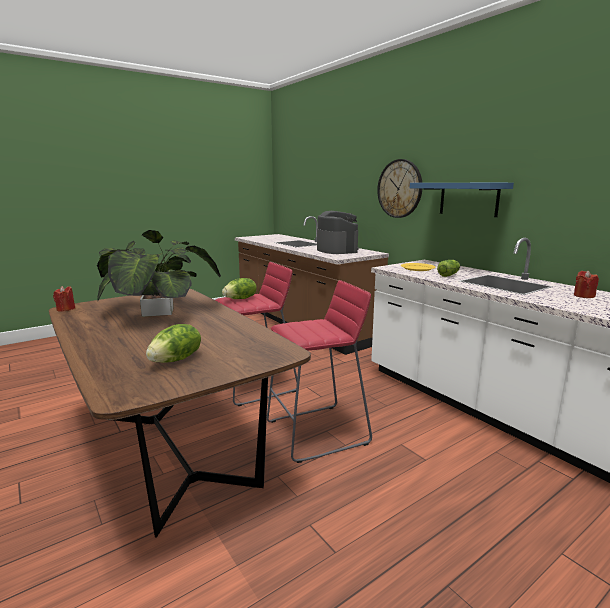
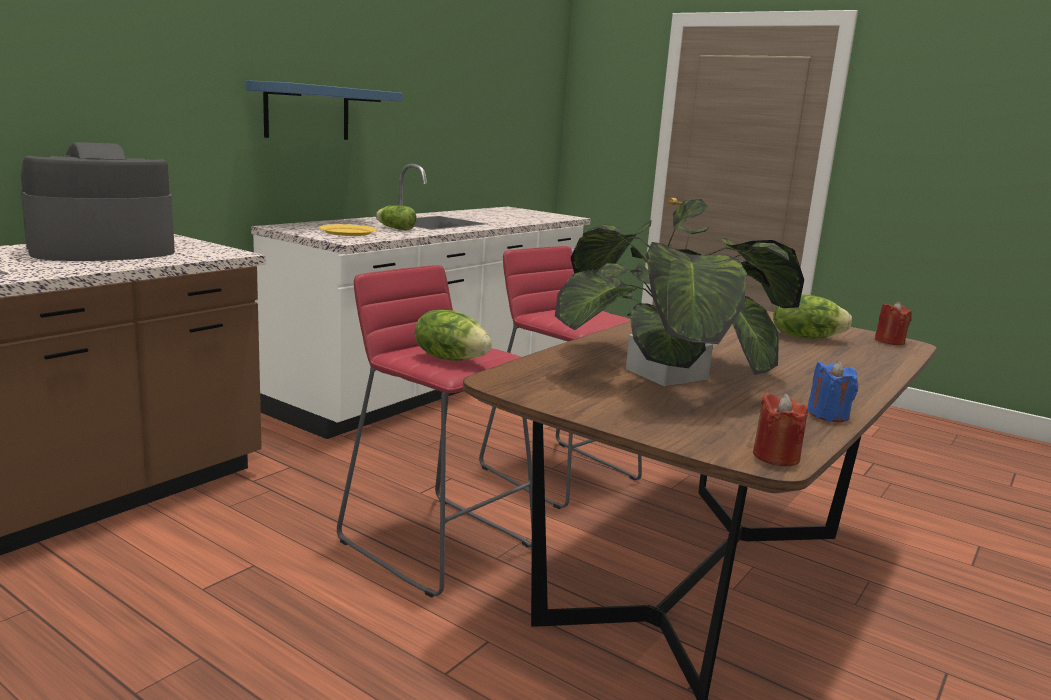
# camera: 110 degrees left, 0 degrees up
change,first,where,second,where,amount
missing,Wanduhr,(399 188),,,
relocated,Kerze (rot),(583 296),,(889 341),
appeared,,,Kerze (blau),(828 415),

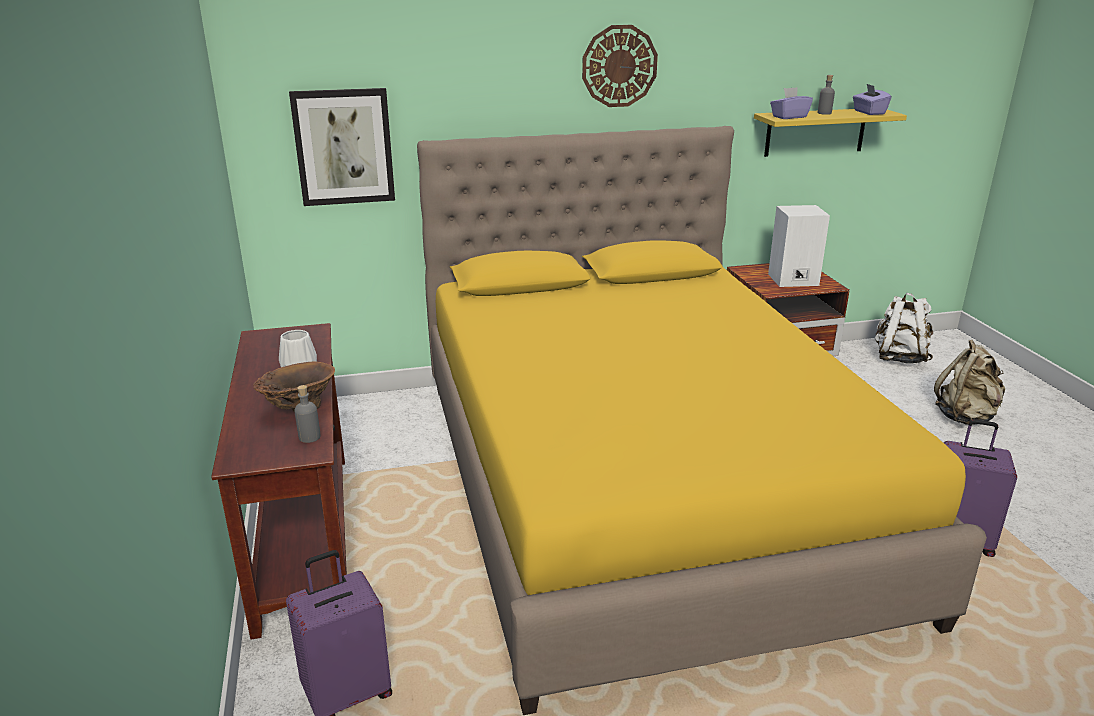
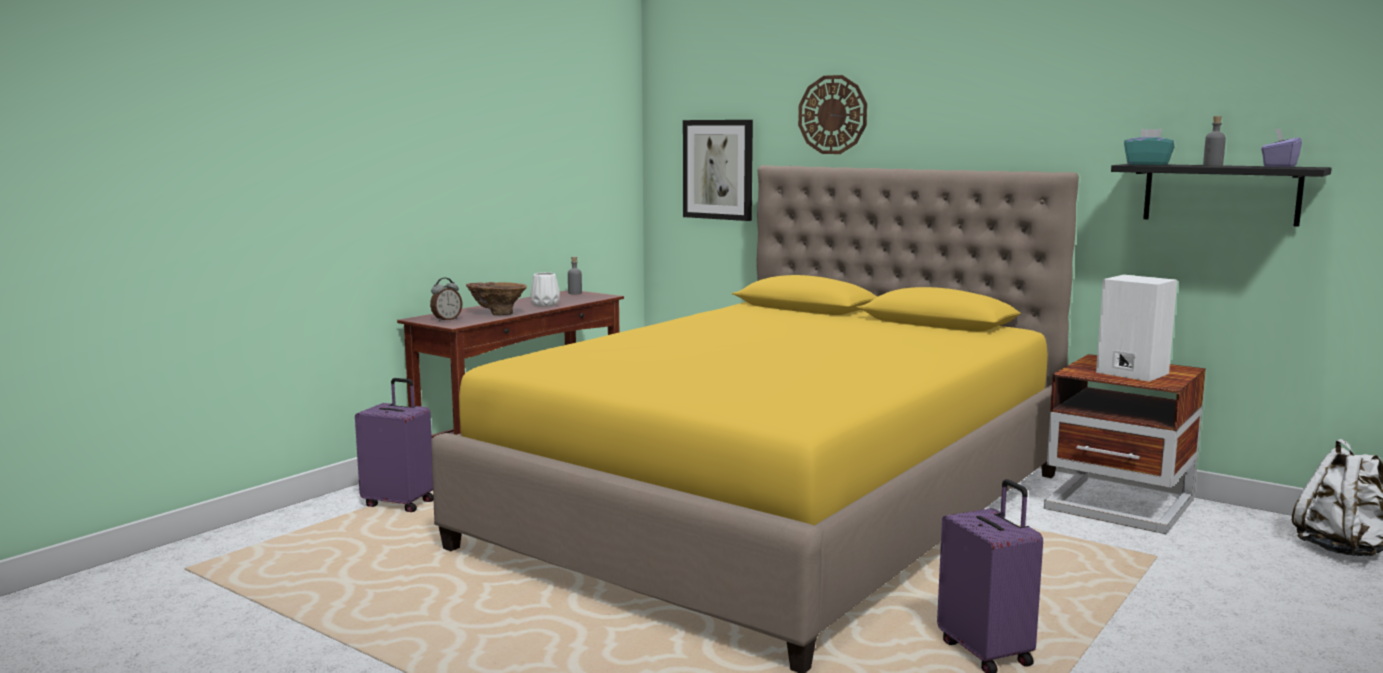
# camera: 50 degrees right, 15 degrees down
change,first,where,second,where,amount
relocated,Wanduhr,(619 66),,(832 115),
colour,Taschentuchbox (lila),(789 117),Taschentuchbox (türkis),(1147 164),
colour,Wandregal (gelb),(815 132),Wandregal (schwarz),(1221 194),
missing,Rucksack (beige),(965 417),,,
relocated,Flasche (grau),(309 437),,(575 293),
appeared,,,Wecker,(446 320),

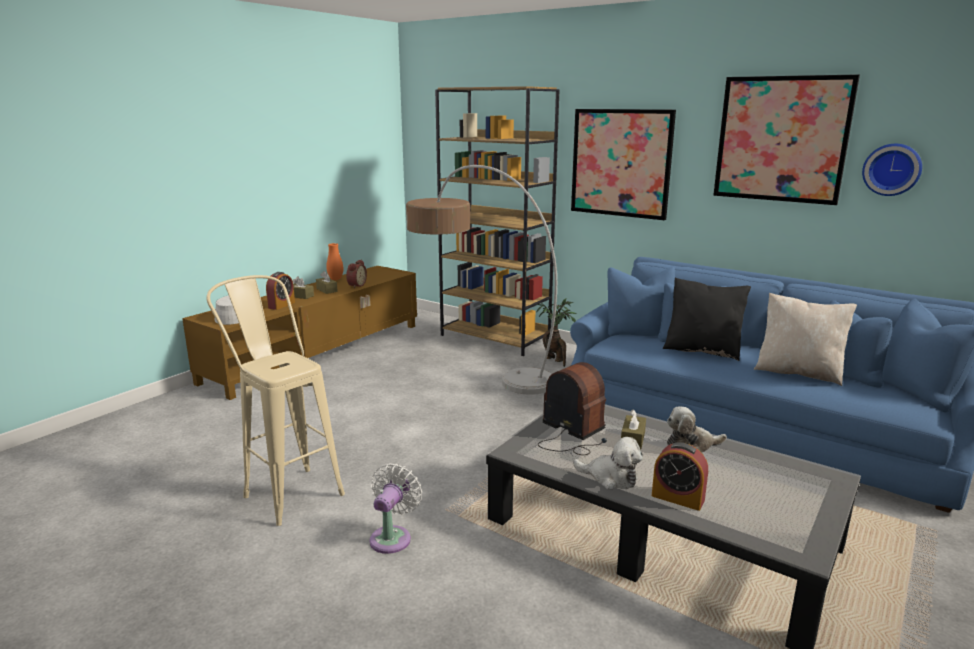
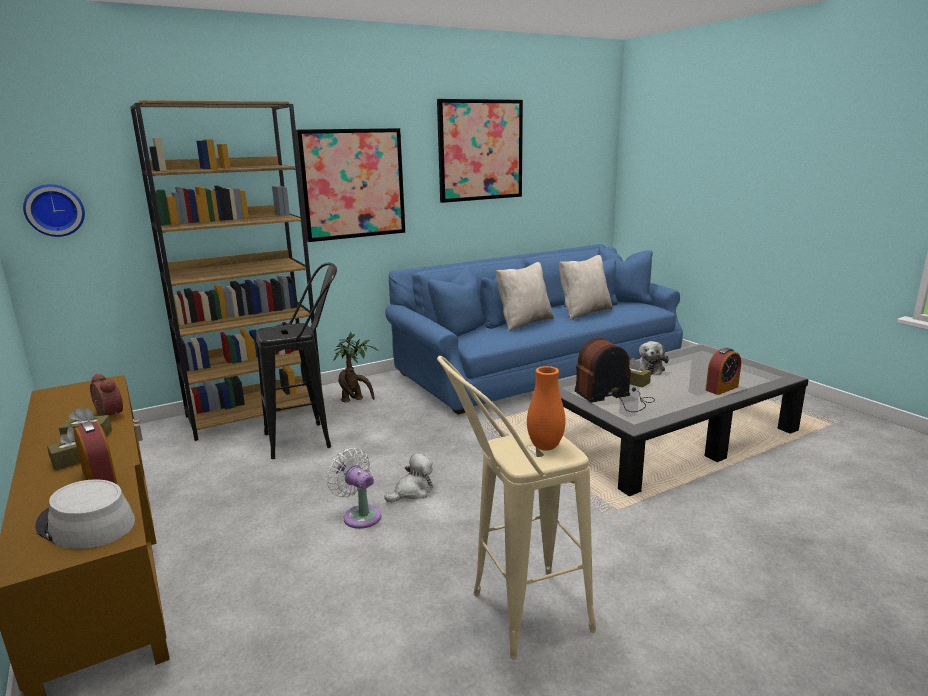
# camera: 65 degrees left, 0 degrees up
change,first,where,second,where,amount
relocated,Wanduhr,(892 169),,(54 210),
exchanged,Stehlampe,(475 364),Hocker (schwarz),(309 438),
relocated,Vase (orange),(335 279),,(545 447),
colour,Kissen (schwarz),(702 350),Kissen (beige),(524 322),
relocated,Plüschtier,(610 477),,(412 492),
relocated,Ventilator (weiß),(392 537),,(359 515),

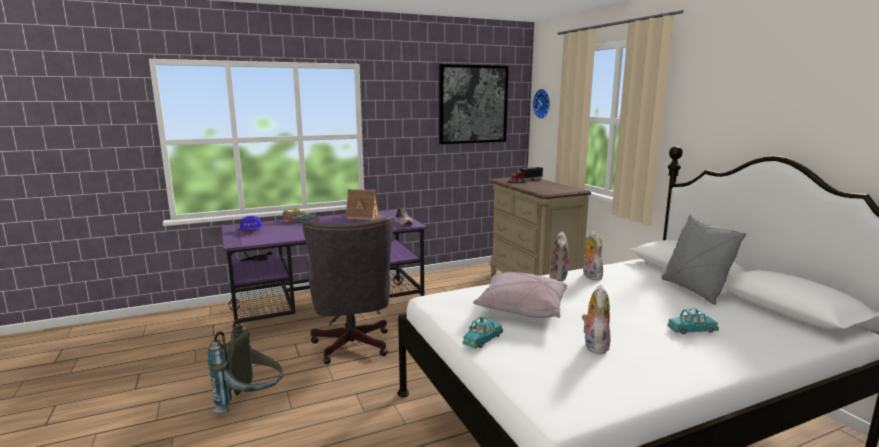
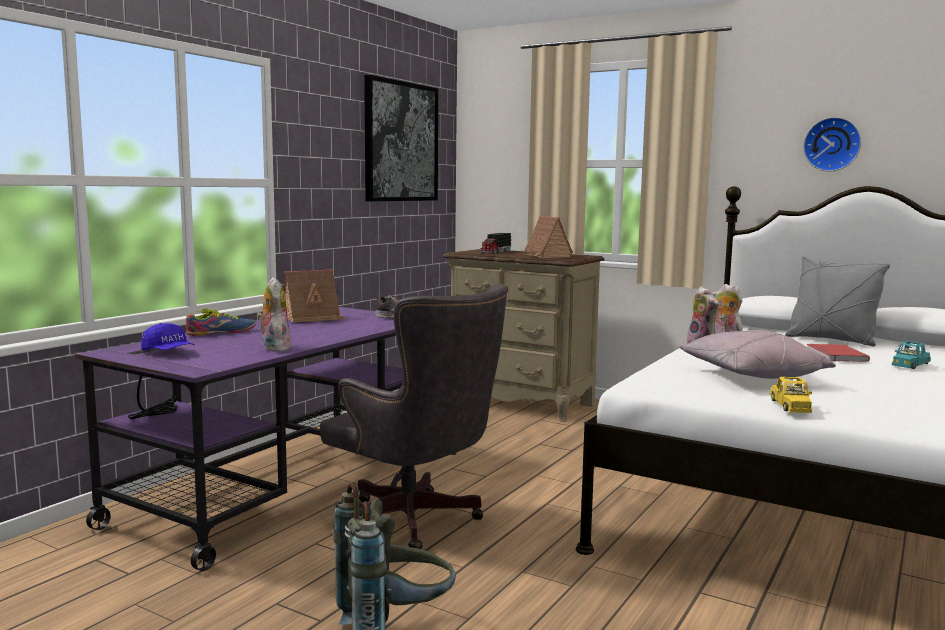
# camera: 35 degrees left, 5 degrees down
change,first,where,second,where,amount
relocated,Wanduhr,(543 104),,(832 144),
relocated,Plüschtier,(594 345),,(274 348),
colour,Spielzeugauto (türkis),(482 339),Spielzeugauto (gelb),(790 406),
appeared,,,Spielzeughaus,(546 256),
appeared,,,Buch (rot),(834 355),

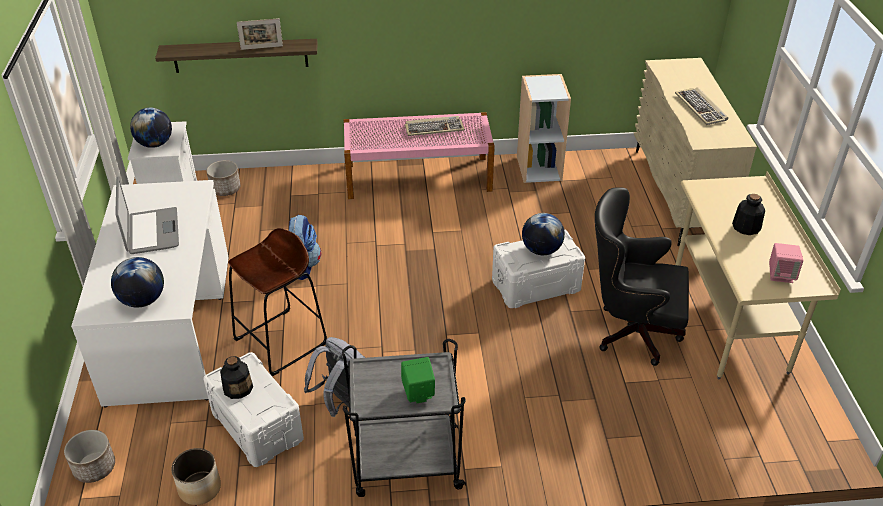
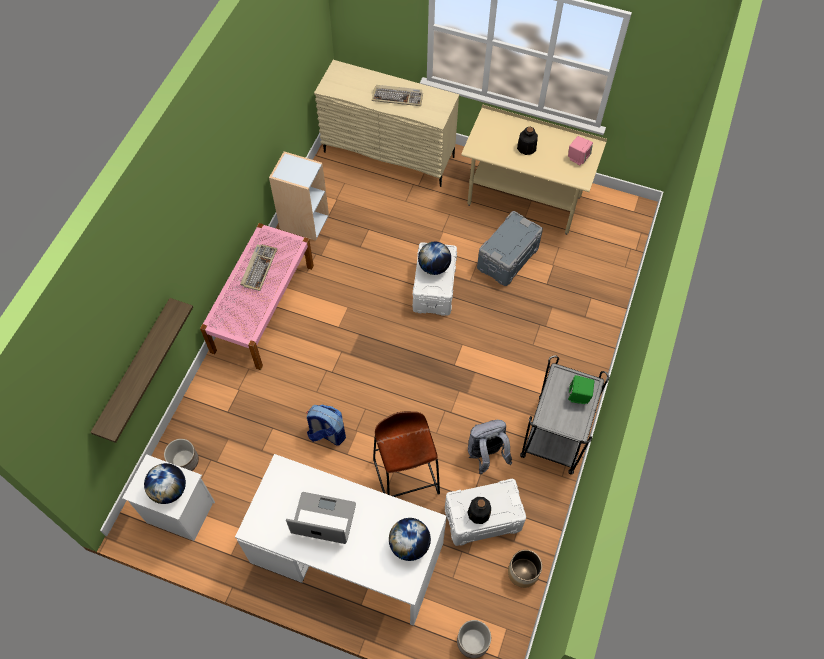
# camera: 65 degrees left, 20 degrees up
change,first,where,second,where,amount
missing,Bilderrahmen,(262 47),,,
exchanged,Bürostuhl (schwarz),(630 333),Aufbewahrungsbox (grau),(507 258),

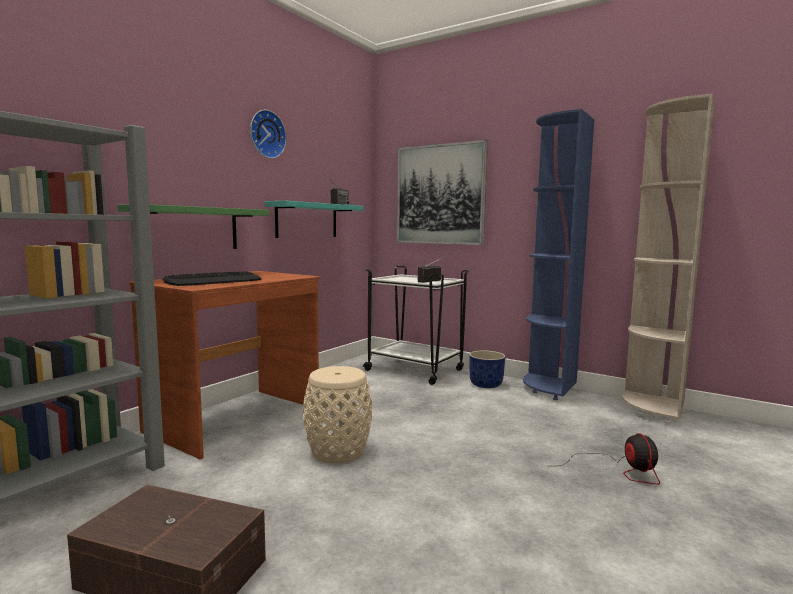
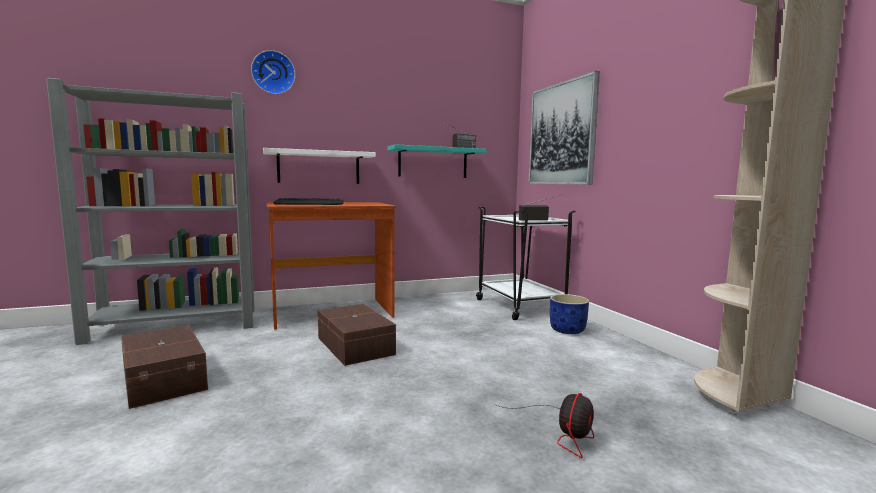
# camera: 35 degrees right, 0 degrees up
change,first,where,second,where,amount
relocated,Wanduhr,(266 134),,(273 73),
missing,Bücherregal (blau),(546 391),,,
colour,Wandregal (grün),(190 229),Wandregal (weiß),(319 167),
exchanged,Hocker (beige),(338 452),Aufbewahrungsbox (braun),(354 346),

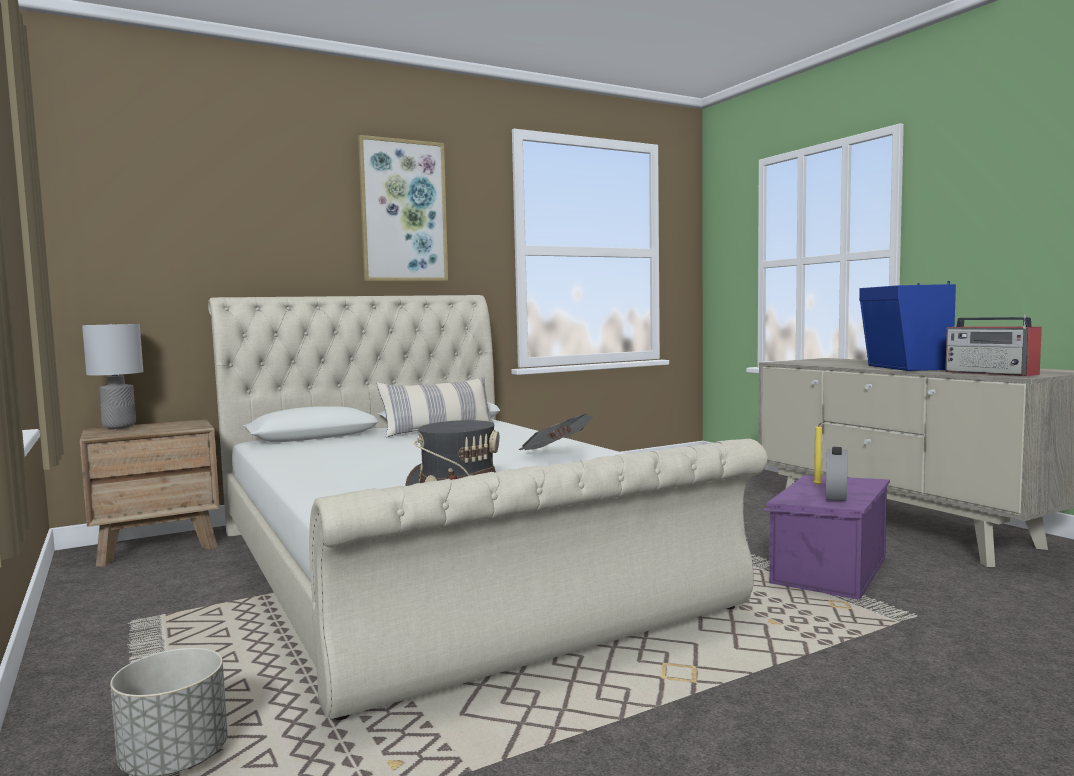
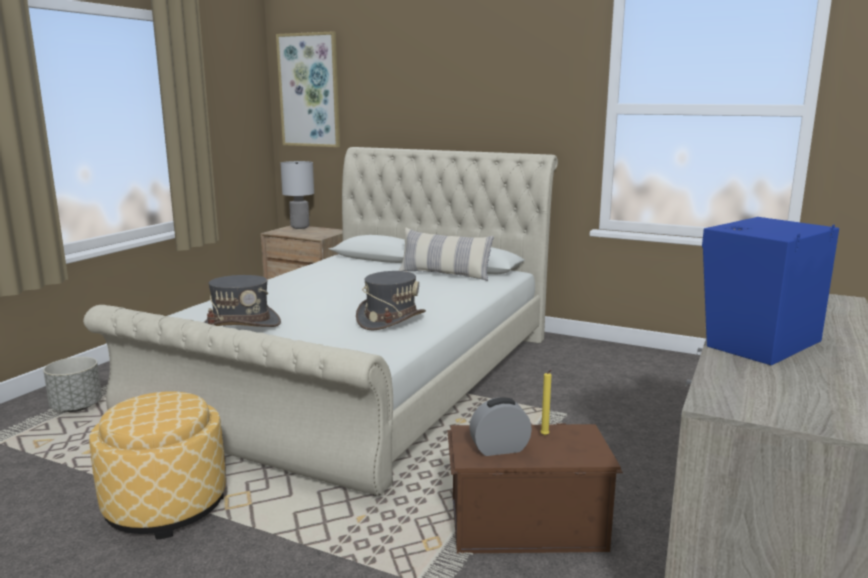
# camera: 55 degrees right, 10 degrees up
change,first,where,second,where,amount
relocated,Bild,(403 211),,(309 90),
missing,Radio,(991 373),,,
exchanged,Zeitung,(555 453),Hut (grau),(391 319),
colour,Aufbewahrungsbox (lila),(827 570),Aufbewahrungsbox (braun),(525 523),
appeared,,,Polsterhocker,(166 506),

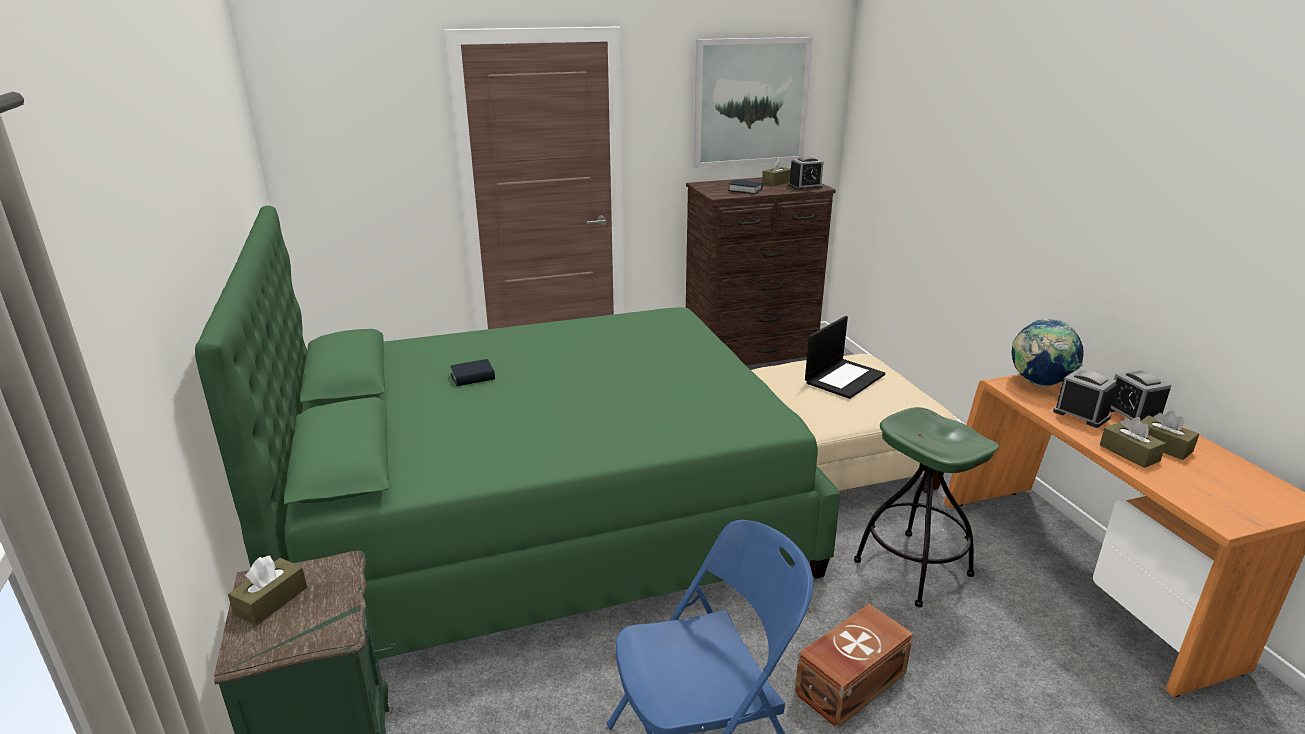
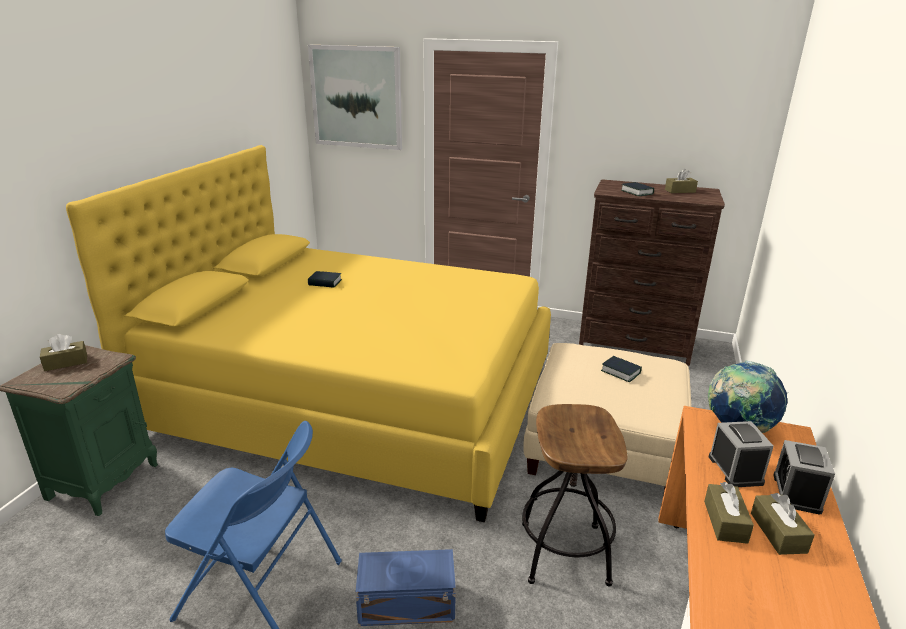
# camera: 35 degrees right, 0 degrees up
change,first,where,second,where,amount
relocated,Bild,(751 102),,(356 97),
missing,Wecker,(805 186),,,
colour,Bett (grün),(543 516),Bett (gelb),(356 398),
exchanged,Laptop,(844 378),Buch,(620 372),
colour,Hocker (grün),(912 567),Hocker (braun),(564 552),
colour,Aufbewahrungsbox (braun),(848 682),Aufbewahrungsbox (blau),(405 602),

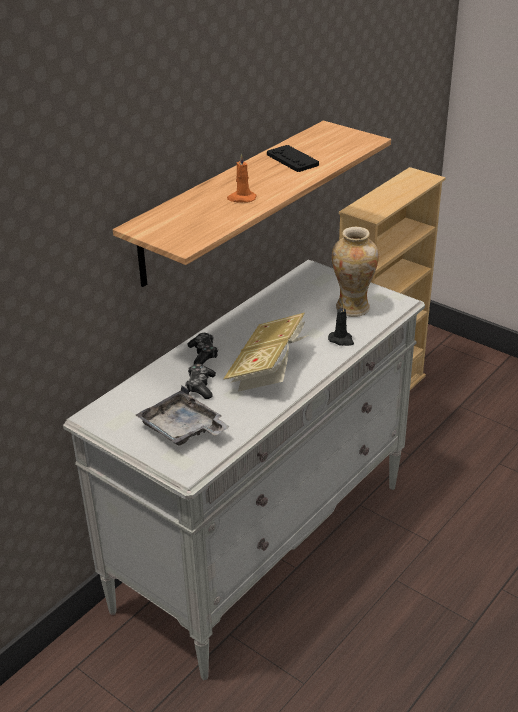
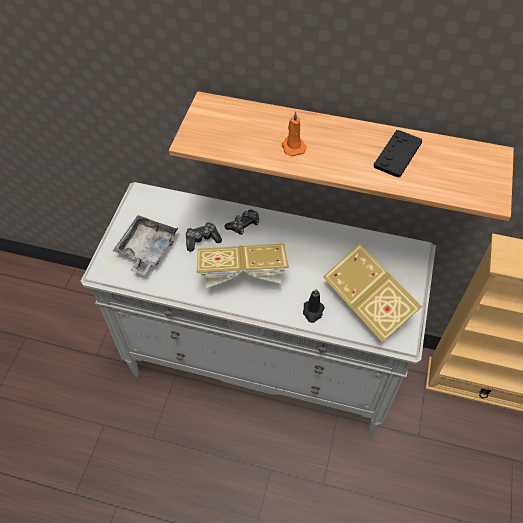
# camera: 65 degrees right, 20 degrees up
change,first,where,second,where,amount
exchanged,Vase,(352 308),Buch,(369 304),

